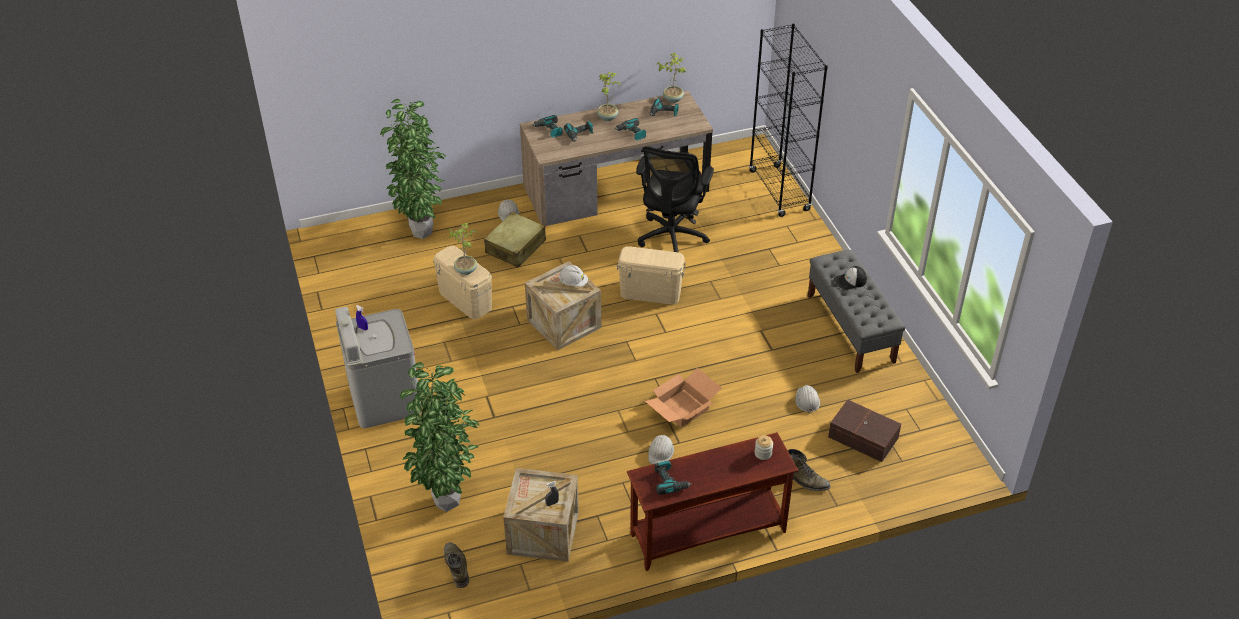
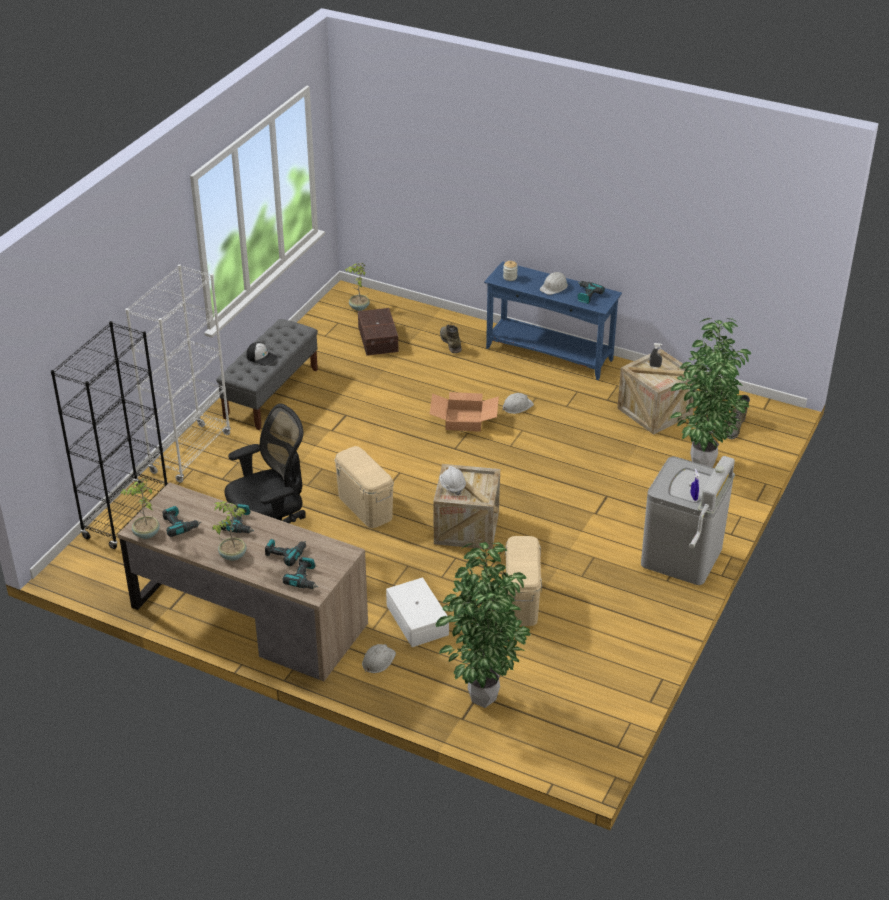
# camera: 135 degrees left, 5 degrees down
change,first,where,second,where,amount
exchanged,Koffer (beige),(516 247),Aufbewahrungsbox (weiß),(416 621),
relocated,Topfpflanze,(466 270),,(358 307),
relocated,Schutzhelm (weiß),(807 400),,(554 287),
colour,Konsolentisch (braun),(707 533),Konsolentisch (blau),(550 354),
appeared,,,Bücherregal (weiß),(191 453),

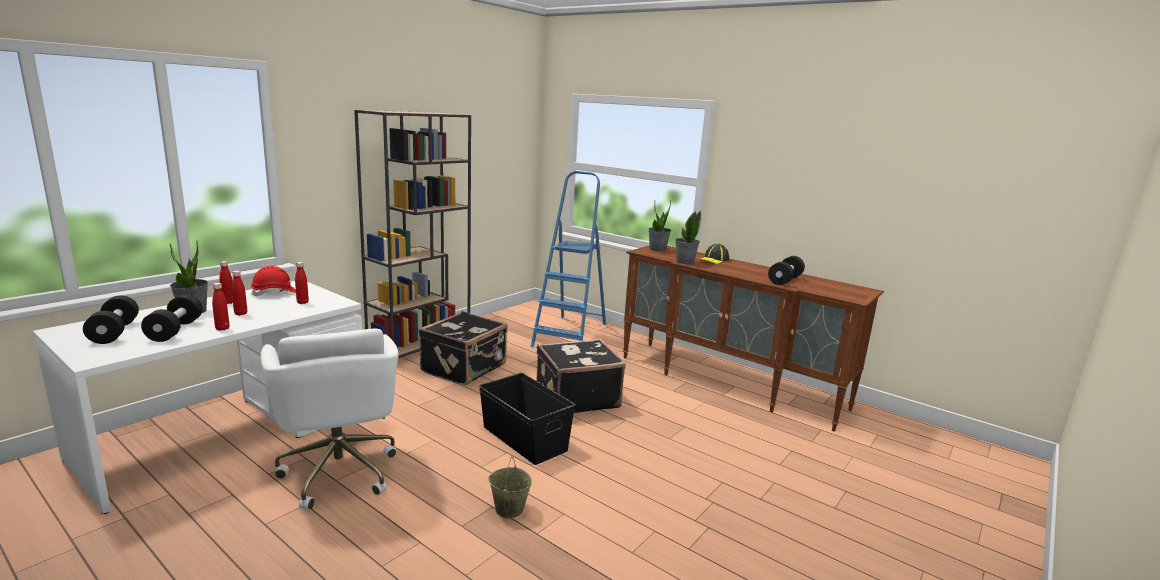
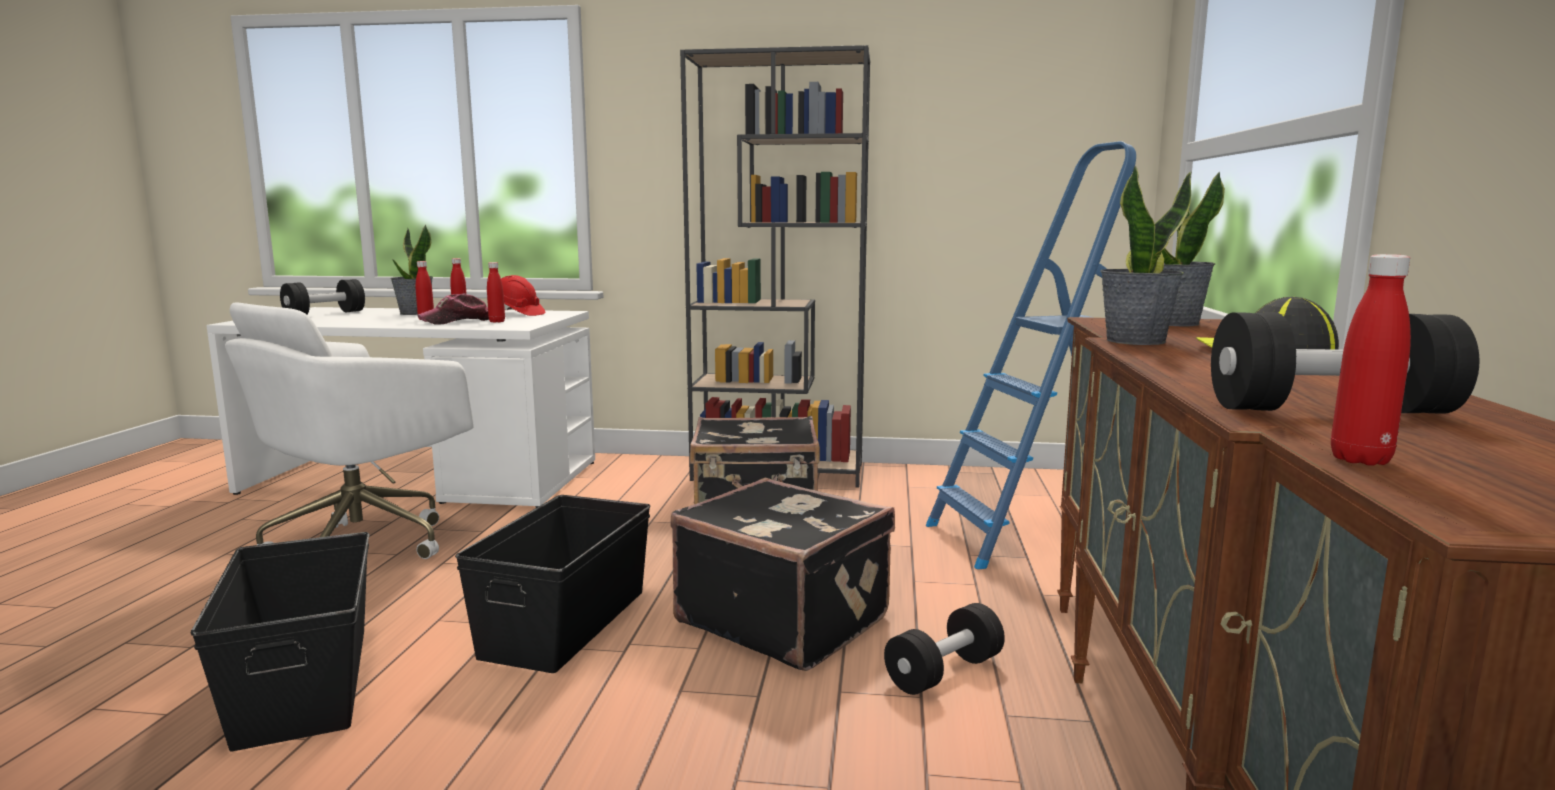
# camera: 60 degrees right, 5 degrees down
change,first,where,second,where,amount
relocated,Flasche (rot),(222 328),,(1360 459),
relocated,Hantel (schwarz),(175 330),,(944 672),
exchanged,Eimer (beige),(509 509),Aufbewahrungsbox (schwarz),(306 682),
appeared,,,Kappe,(457 321),

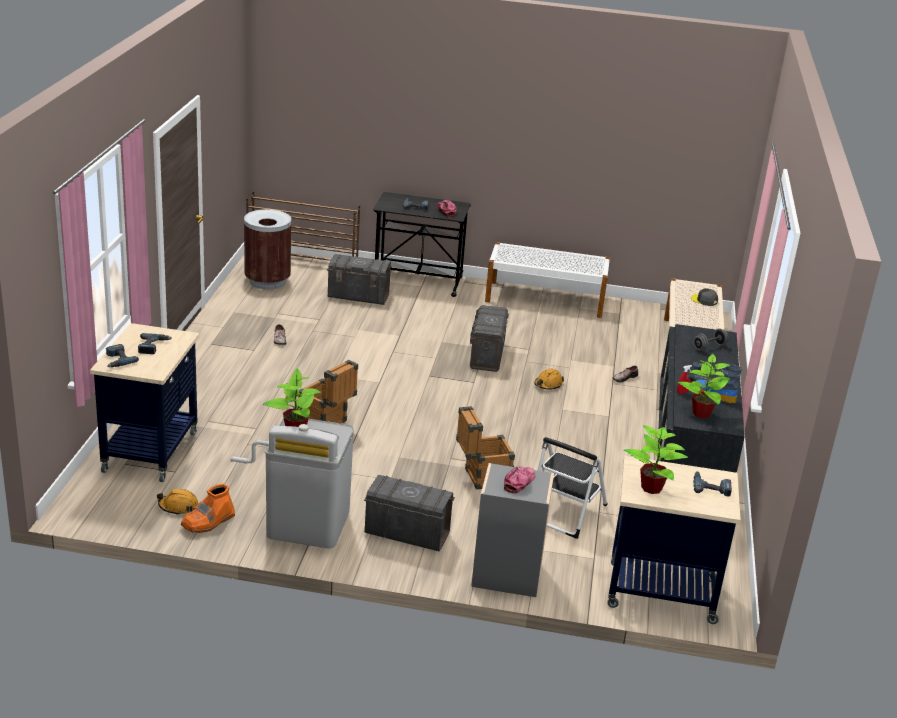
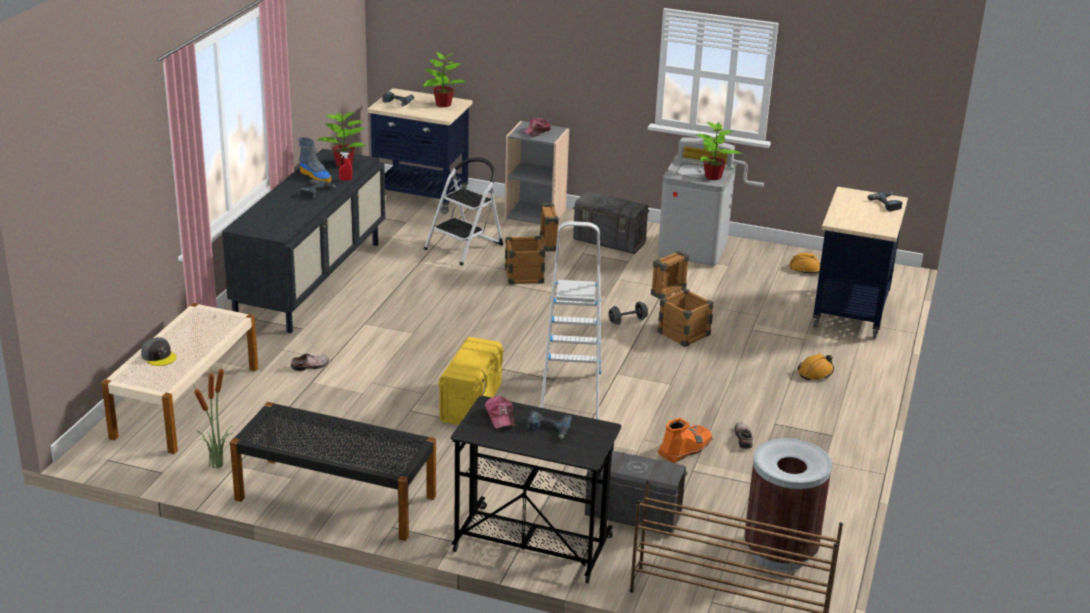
# camera: 170 degrees left, 0 degrees up
change,first,where,second,where,amount
colour,Bank (weiß),(545 299),Bank (schwarz),(335 498),
colour,Aufbewahrungsbox (grau),(487 355),Aufbewahrungsbox (gelb),(471 403),
relocated,Hantel (grau),(709 347),,(627 321),
missing,Bohrmaschine,(153 346),,,
relocated,Schutzhelm (orange),(548 384),,(815 372),
relocated,Stiefel (orange),(208 522),,(684 449),
appeared,,,Trittleiter (weiß),(570 401),
appeared,,,Topfpflanze,(218 465),

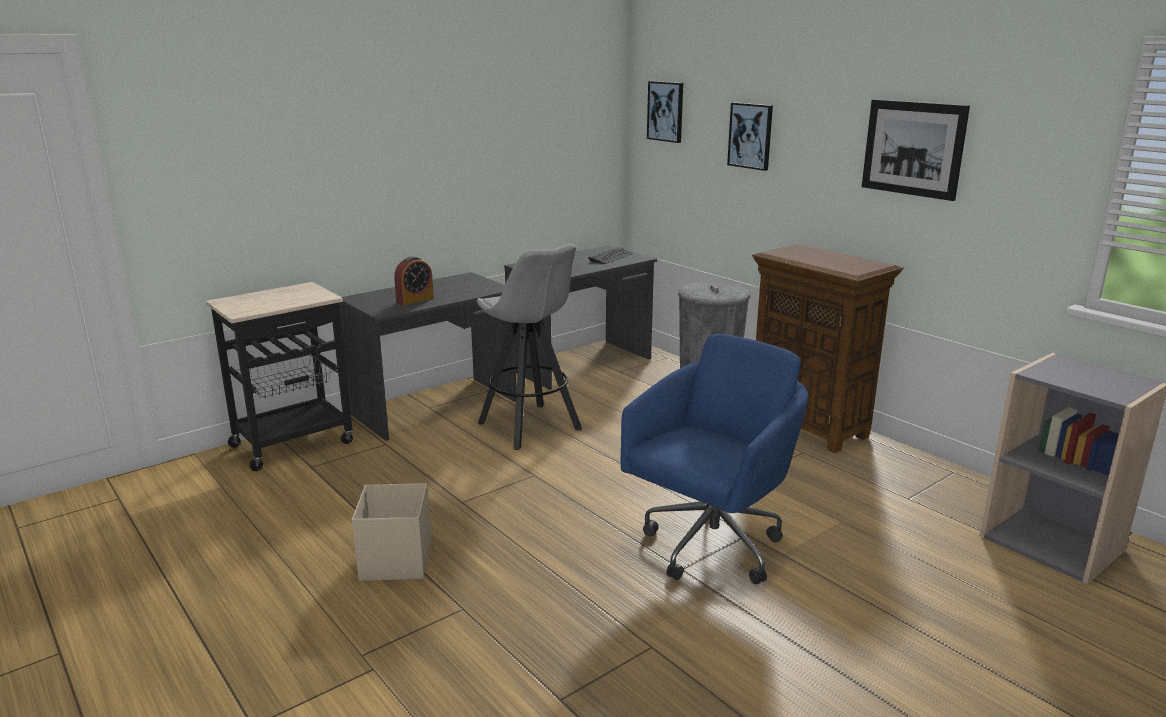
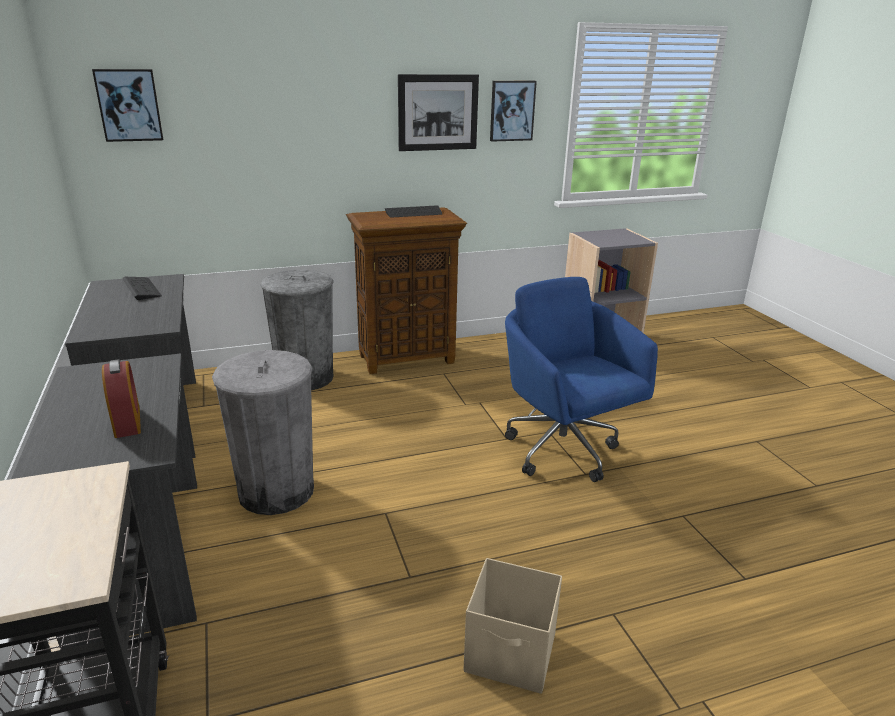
# camera: 70 degrees left, 5 degrees up
change,first,where,second,where,amount
relocated,Bild,(750 136),,(512 111),
exchanged,Hocker (grau),(531 427),Mülleimer (grau),(276 491),
appeared,,,Tastatur,(413 213),

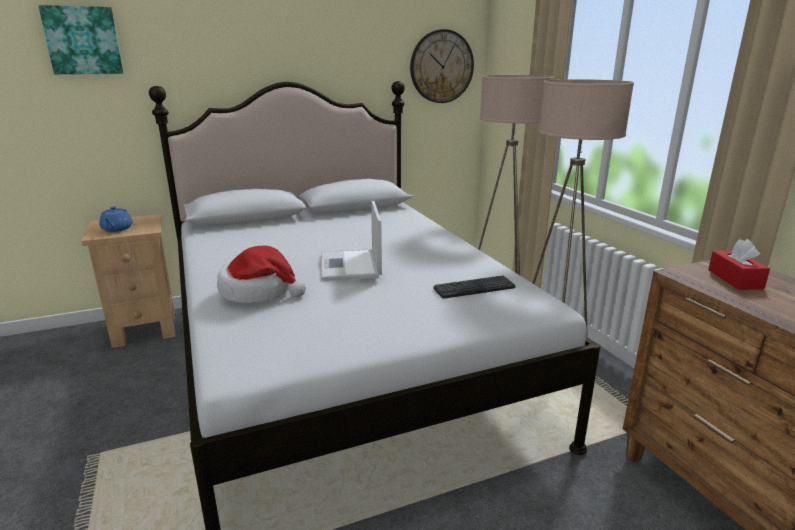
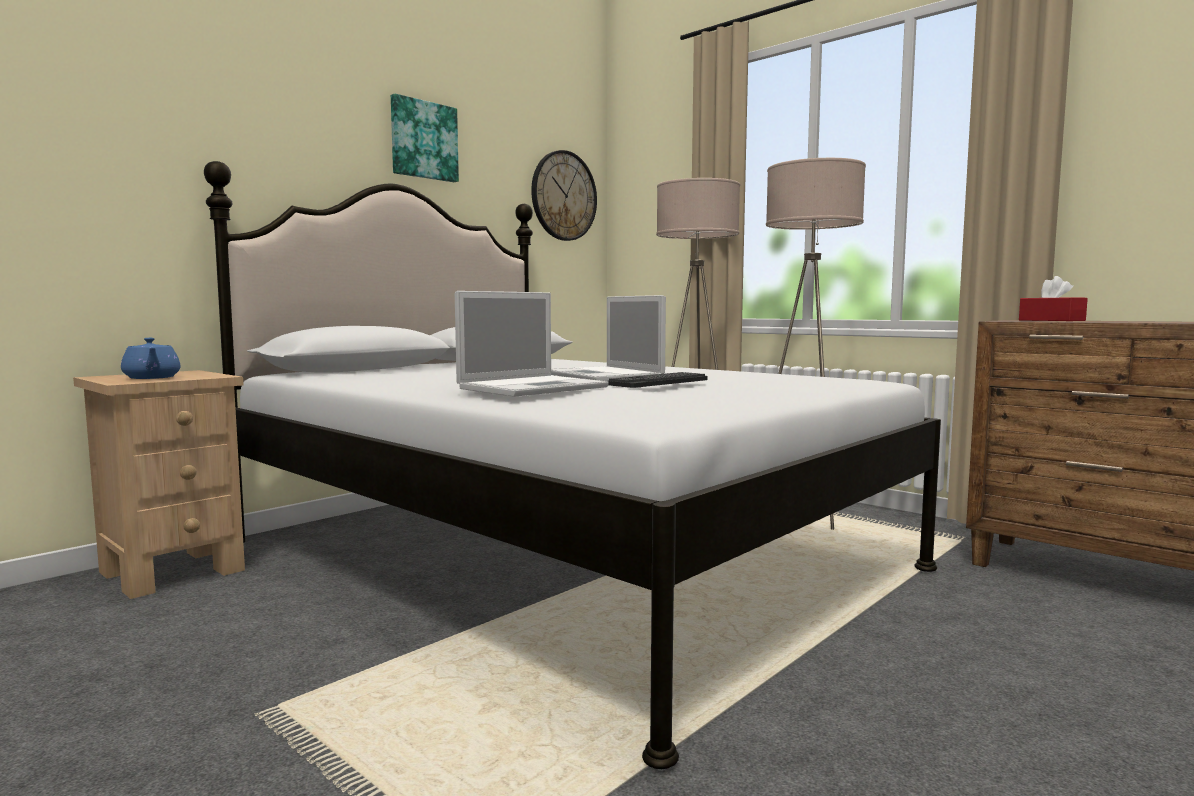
# camera: 25 degrees left, 15 degrees down
change,first,where,second,where,amount
relocated,Bild,(83 40),,(423 140),
exchanged,Hut,(259 291),Laptop,(534 387),
relocated,Tastatur,(474 288),,(658 382),

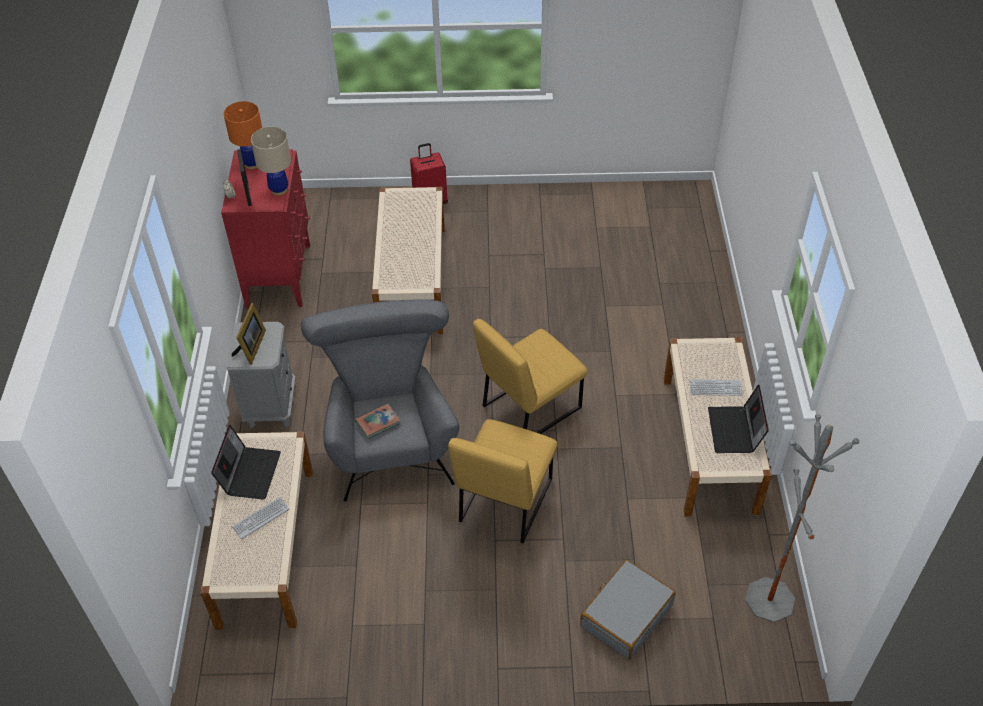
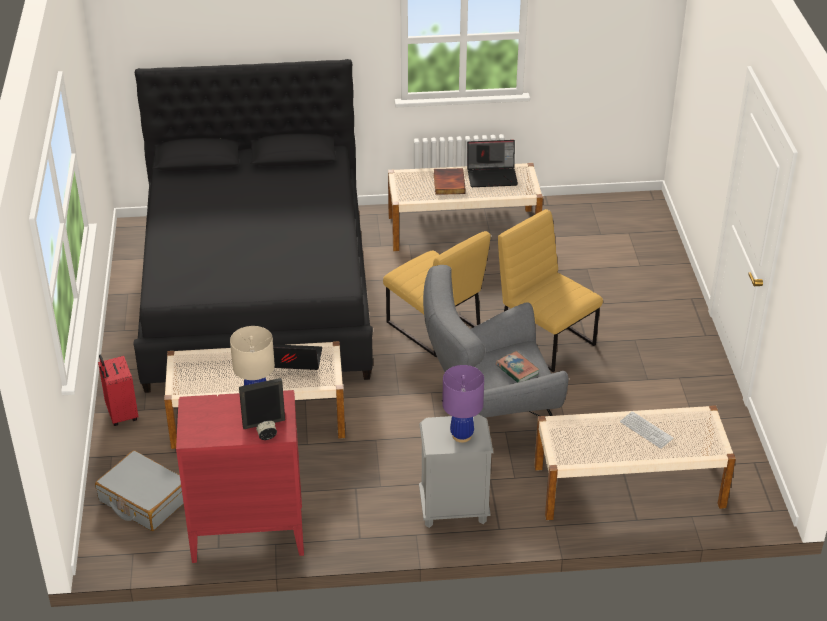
# camera: 95 degrees left, 10 degrees down
change,first,where,second,where,amount
missing,Tischlampe (orange),(252 164),,,
exchanged,Bilderrahmen,(251 347),Tischlampe (lila),(461 436),
exchanged,Tastatur,(715 388),Buch,(448 183),
missing,Kleiderständer (grau),(770 599),,,
spun,Stuhl (gelb),(504 502),,(545 339),150 degrees counterclockwise
relocated,Laptop,(250 472),,(291 361),
relocated,Koffer (grau),(626 615),,(144 500),
appeared,,,Bett (schwarz),(257 293),

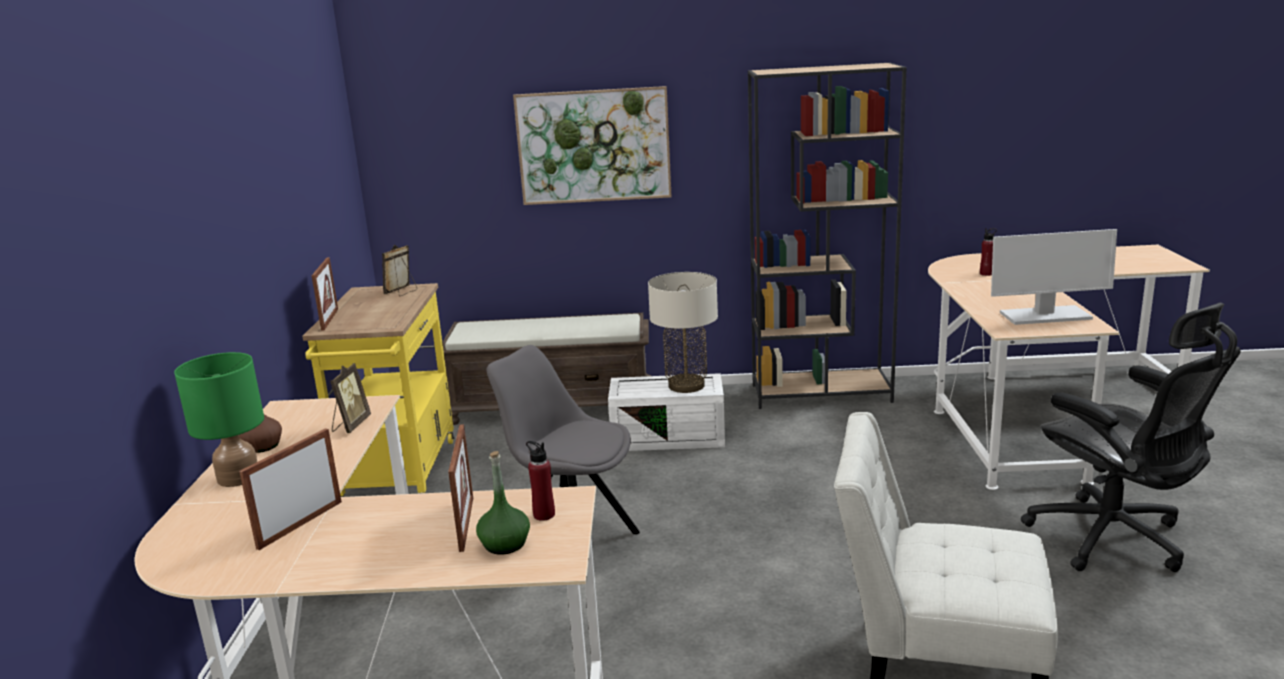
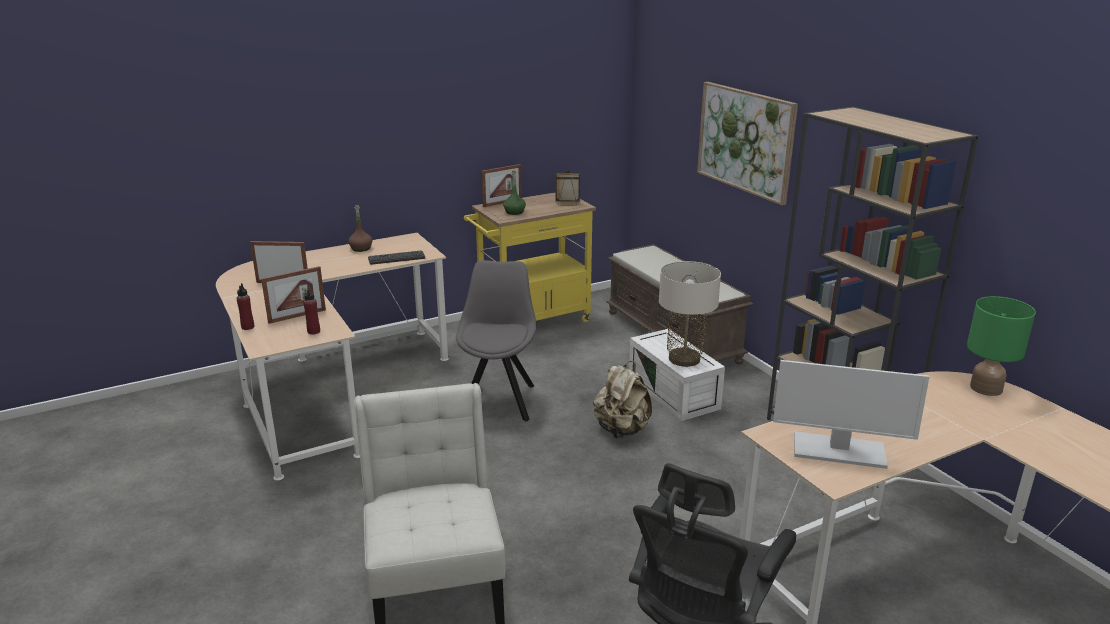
# camera: 60 degrees right, 5 degrees up
change,first,where,second,where,amount
relocated,Flasche (rot),(986 274),,(247 327),
spun,Monitor,(1044 316),,(838 451),45 degrees counterclockwise
relocated,Tischlampe (grün),(239 477),,(986 389),
exchanged,Bilderrahmen,(350 425),Tastatur,(396 258),
relocated,Flasche (grün),(504 544),,(514 212),
appeared,,,Rucksack (beige),(621 430),

